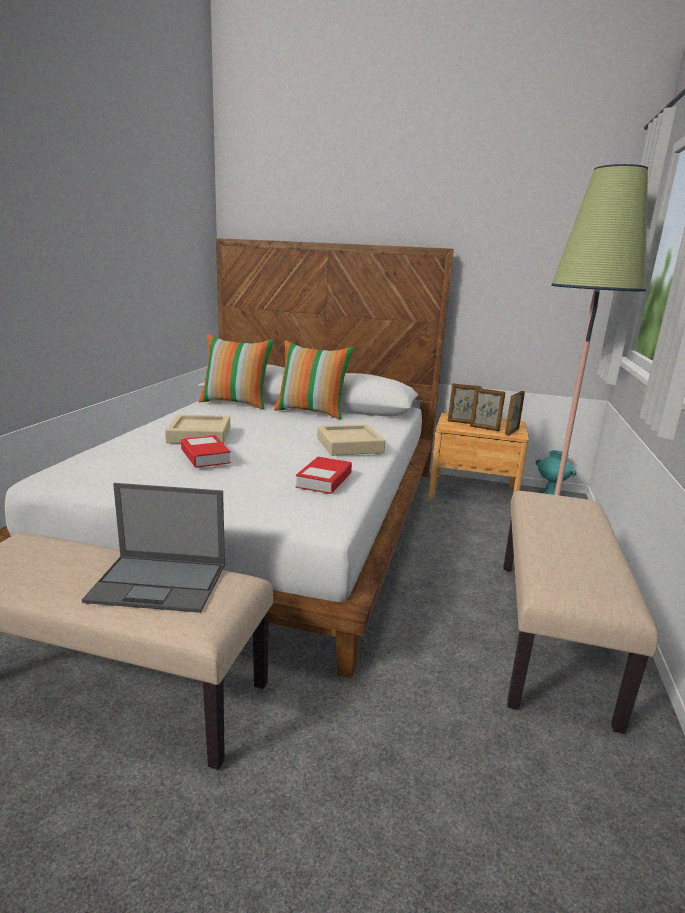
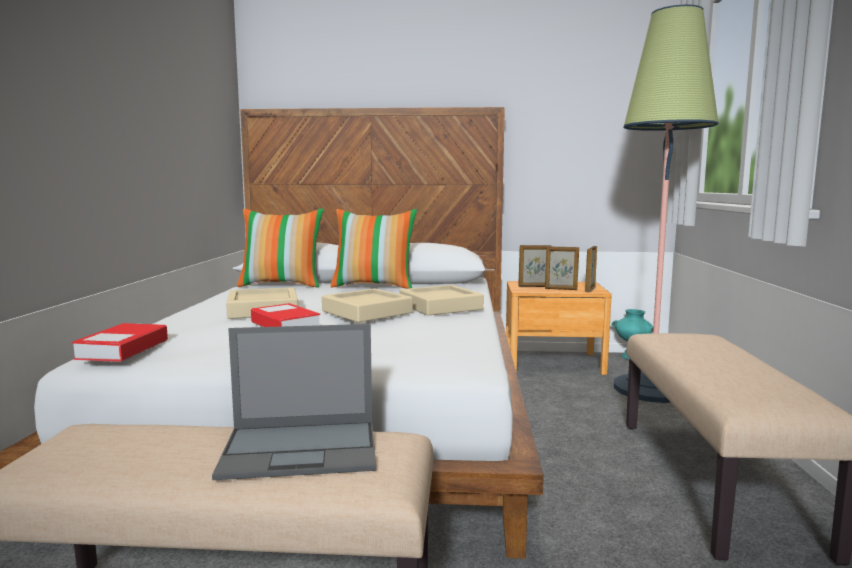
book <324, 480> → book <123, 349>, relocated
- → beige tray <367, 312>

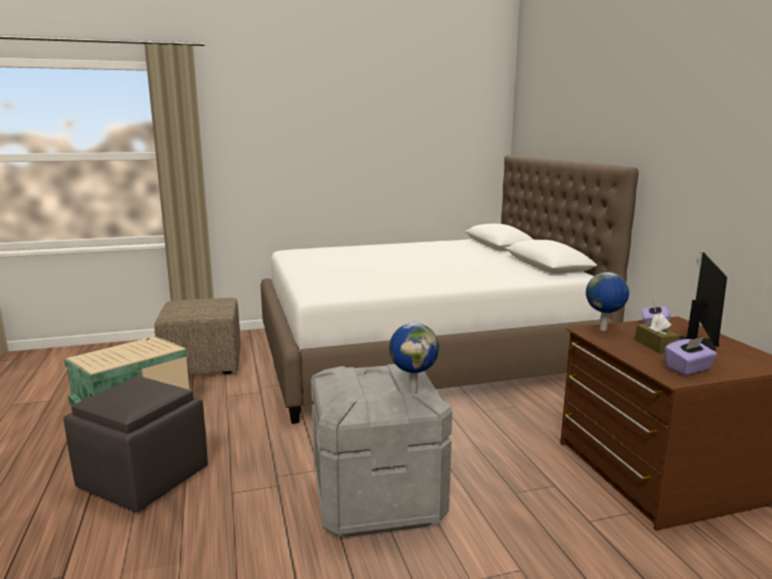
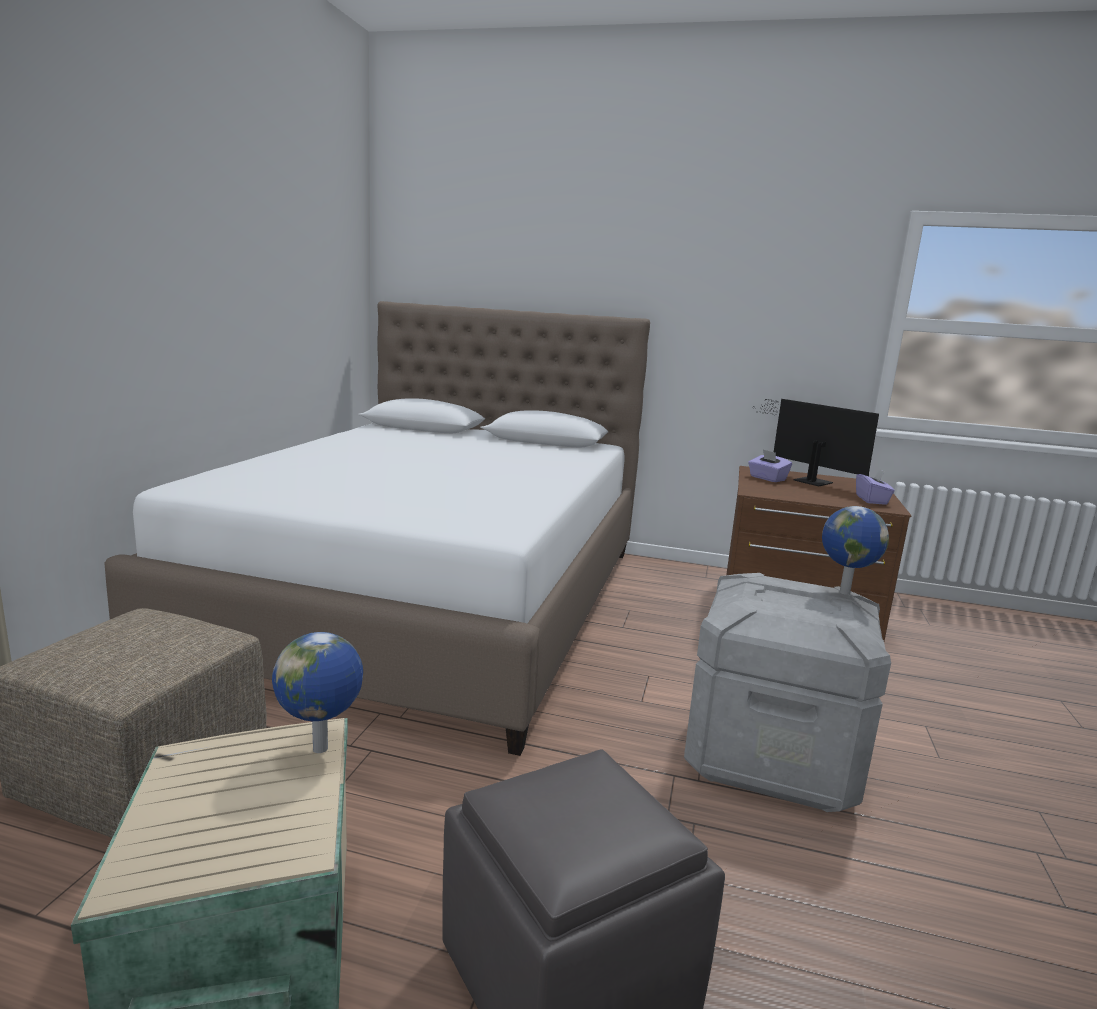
globe <603, 330> → globe <322, 749>, relocated
brown tissue box <655, 345> → -

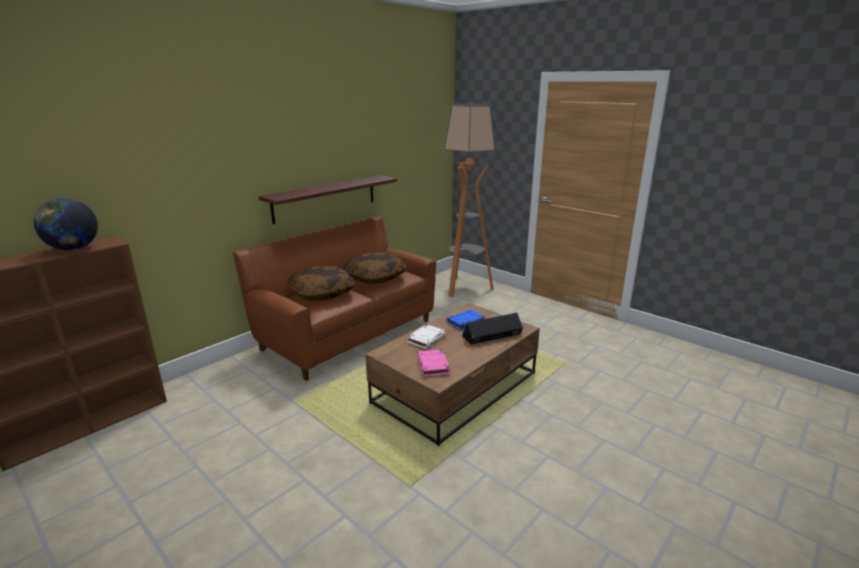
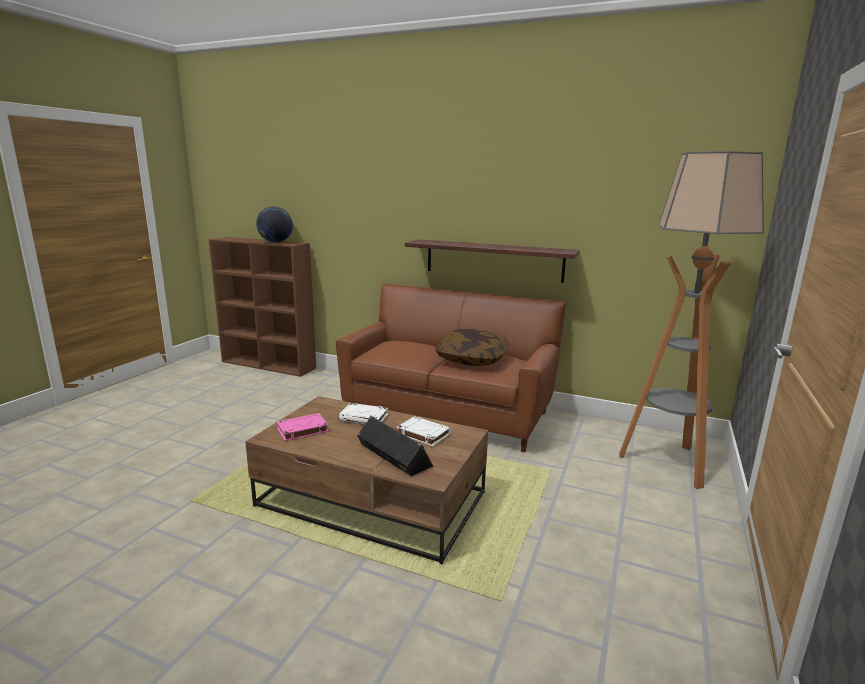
pillow <322, 293> → -
blue book <465, 322> → white book <423, 434>

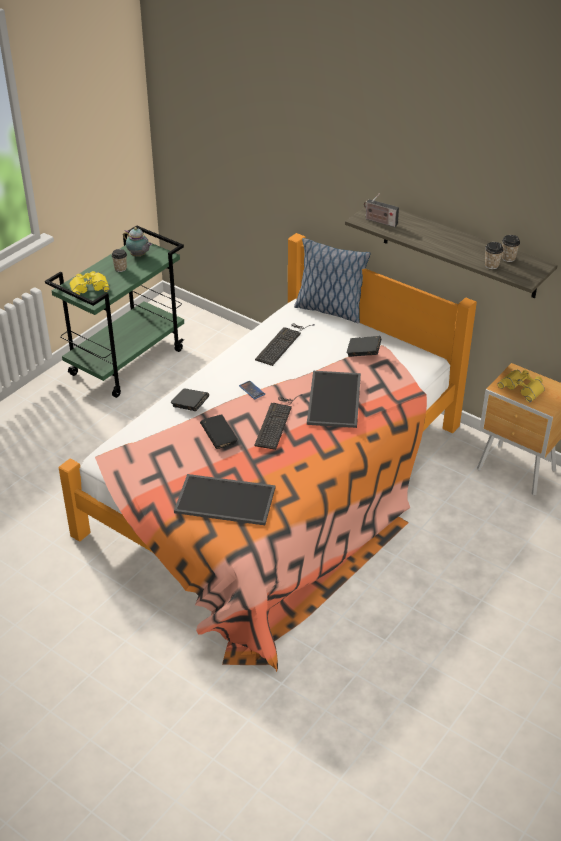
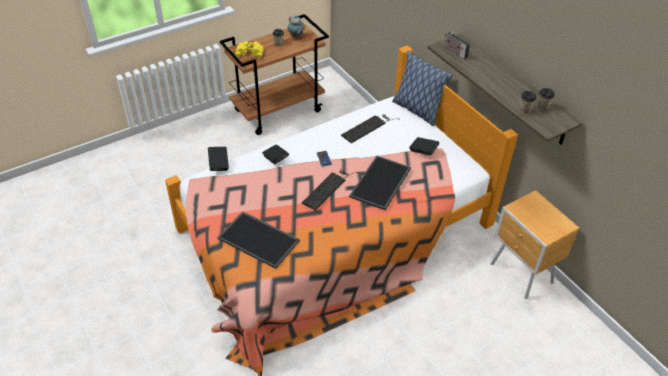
green cart <127, 361> → brown cart <278, 110>
yellow binoculars <523, 387> → -
black book <219, 439> → black book <219, 164>, relocated

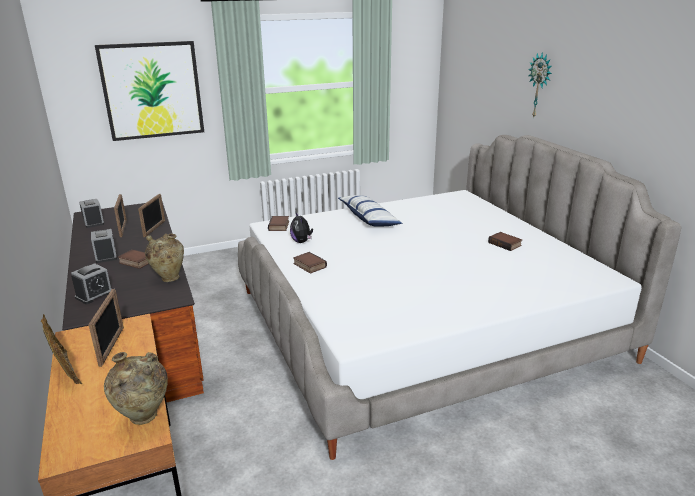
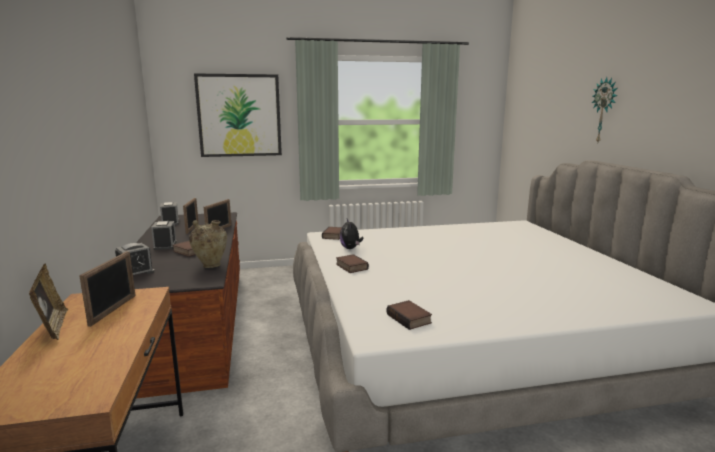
pillow <369, 218> → -
book <505, 244> → book <410, 318>, relocated
beige vase <144, 419> → -

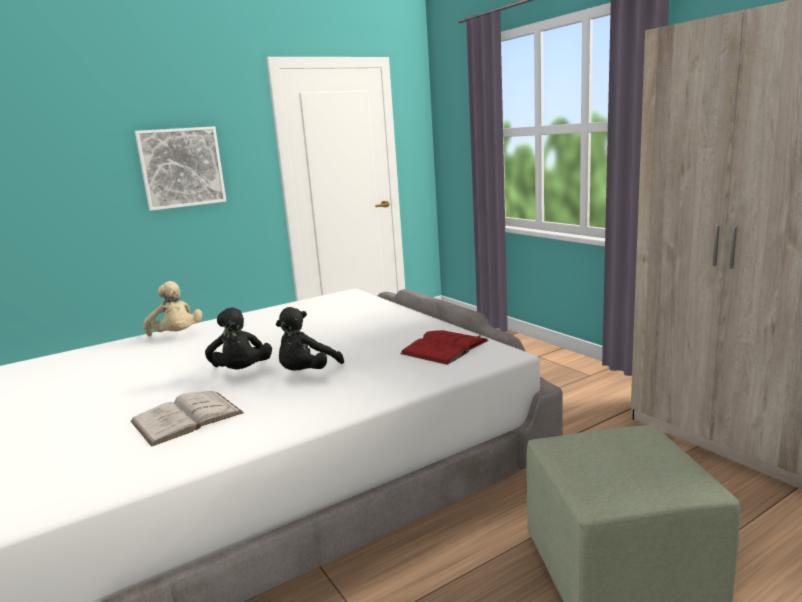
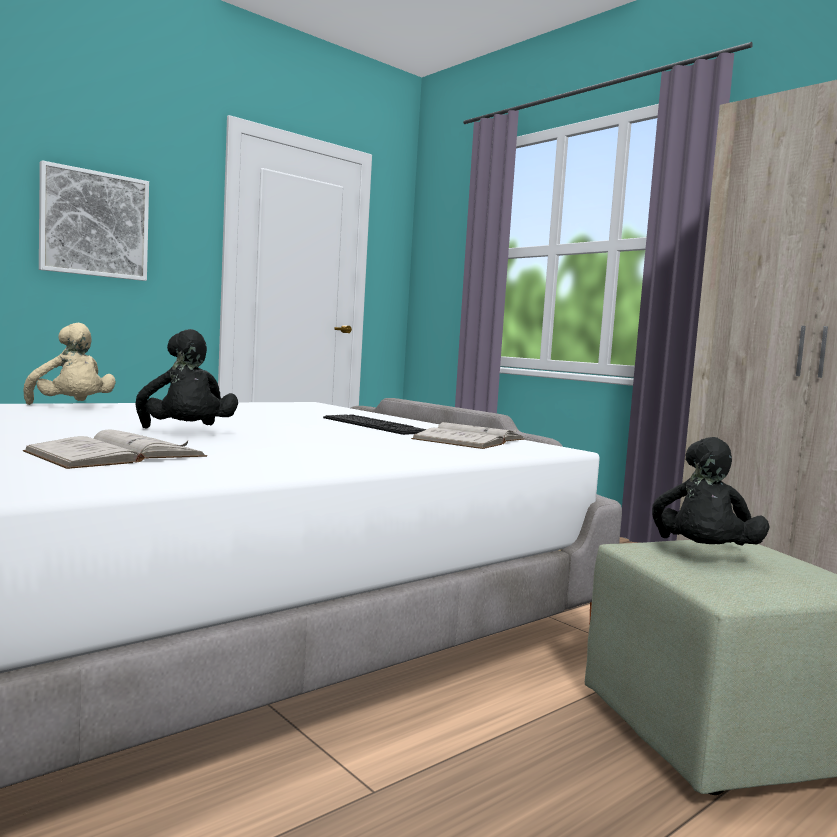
black plush toy <307, 374> → black plush toy <703, 555>, relocated
red book <445, 347> → white book <469, 439>
- → keyboard <375, 425>

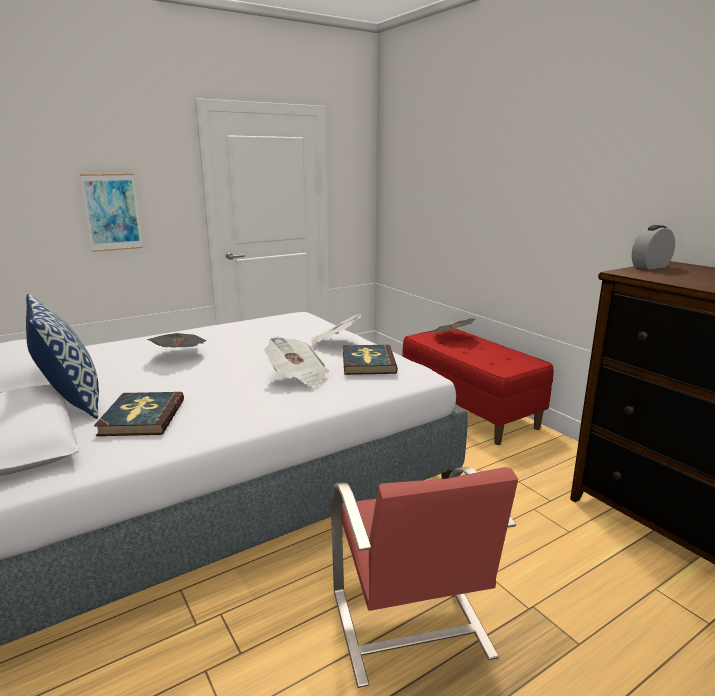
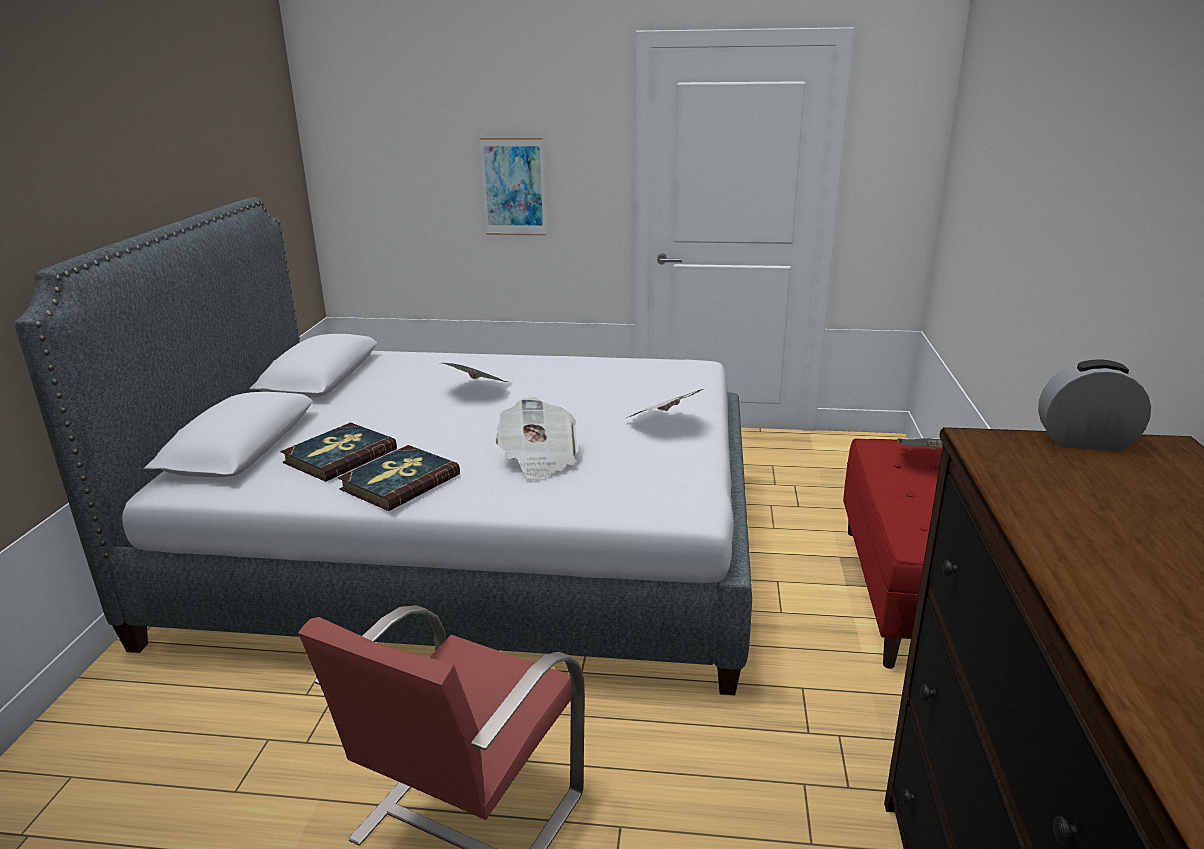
pillow <71, 401> → -
book <368, 363> → book <400, 482>, relocated

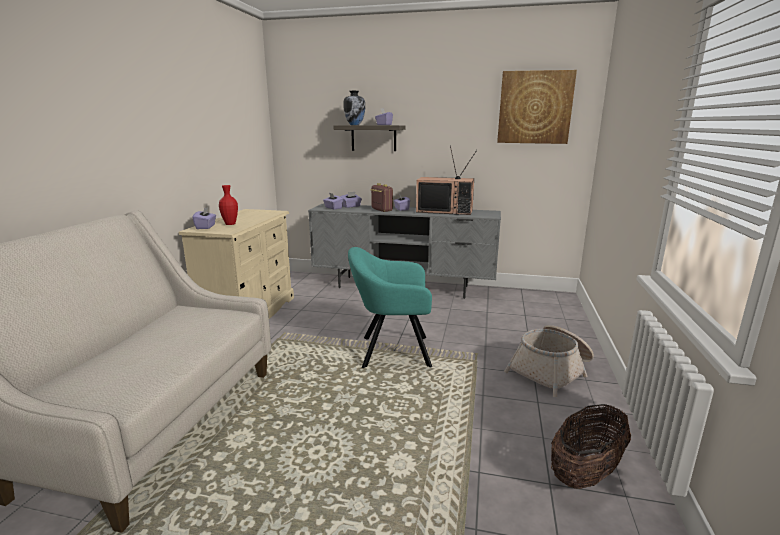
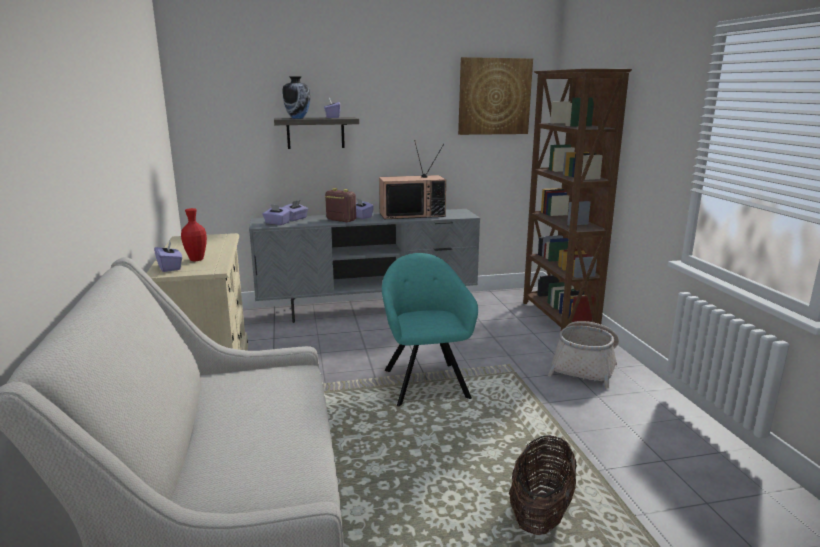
turquoise armchair <391, 351> → turquoise armchair <425, 381>, 105 degrees clockwise
basket <586, 472> → basket <541, 513>, relocated
- → brown bookcase <558, 318>

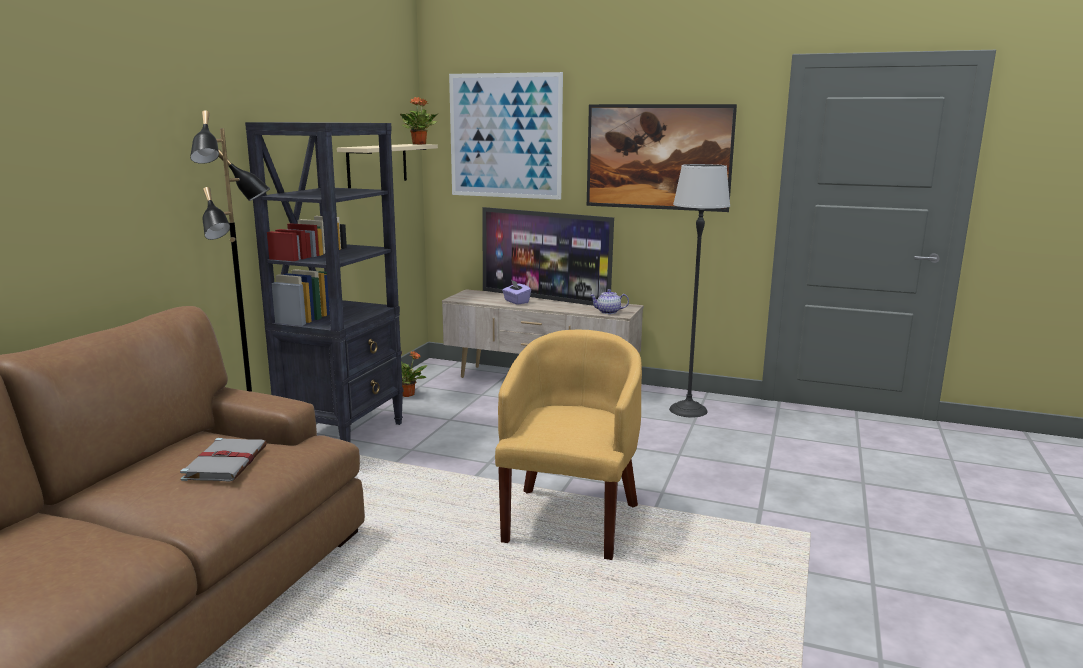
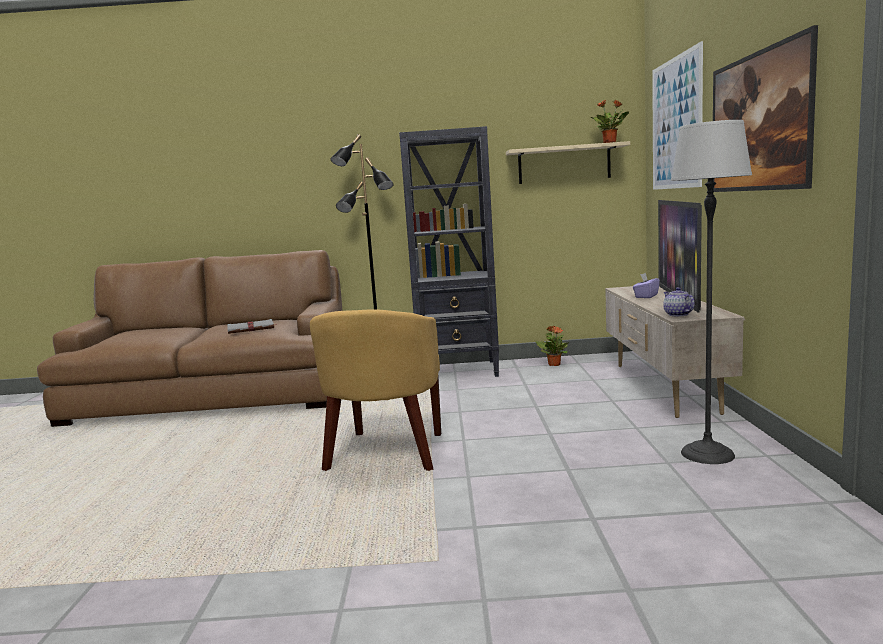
yellow armchair <570, 519> → yellow armchair <386, 454>, 105 degrees clockwise

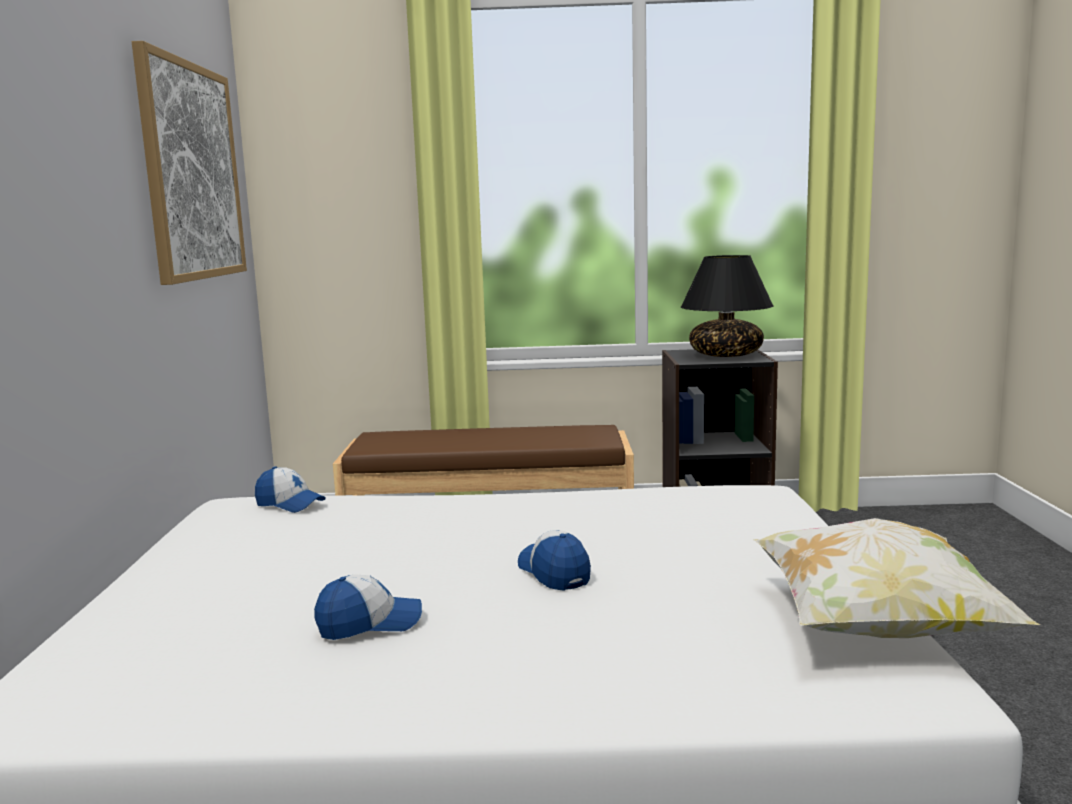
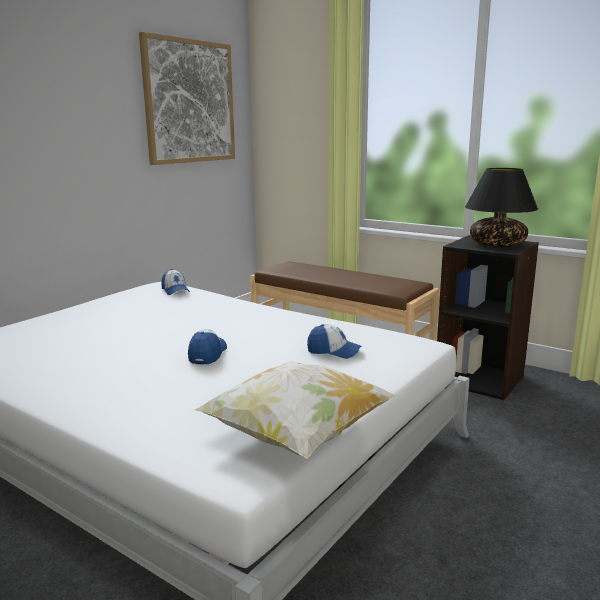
cap <369, 624> → cap <333, 351>, relocated

